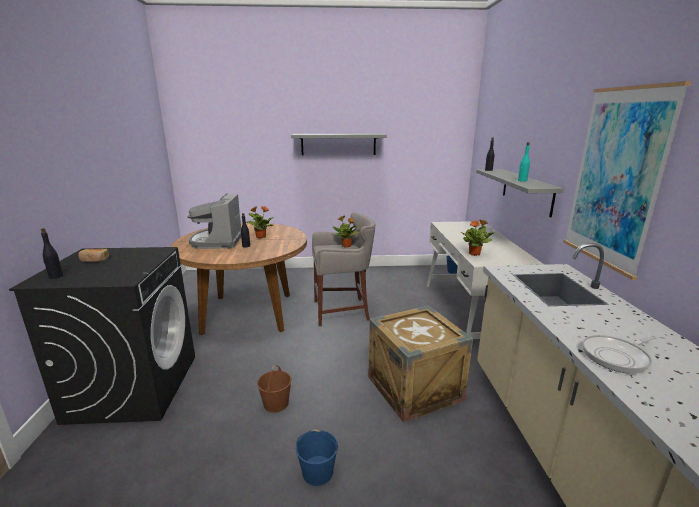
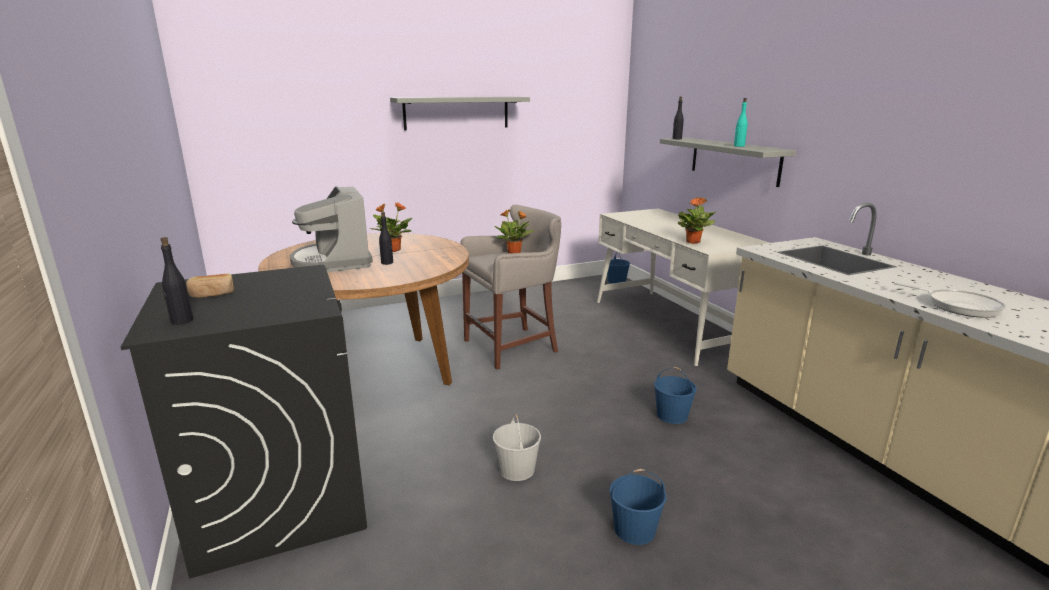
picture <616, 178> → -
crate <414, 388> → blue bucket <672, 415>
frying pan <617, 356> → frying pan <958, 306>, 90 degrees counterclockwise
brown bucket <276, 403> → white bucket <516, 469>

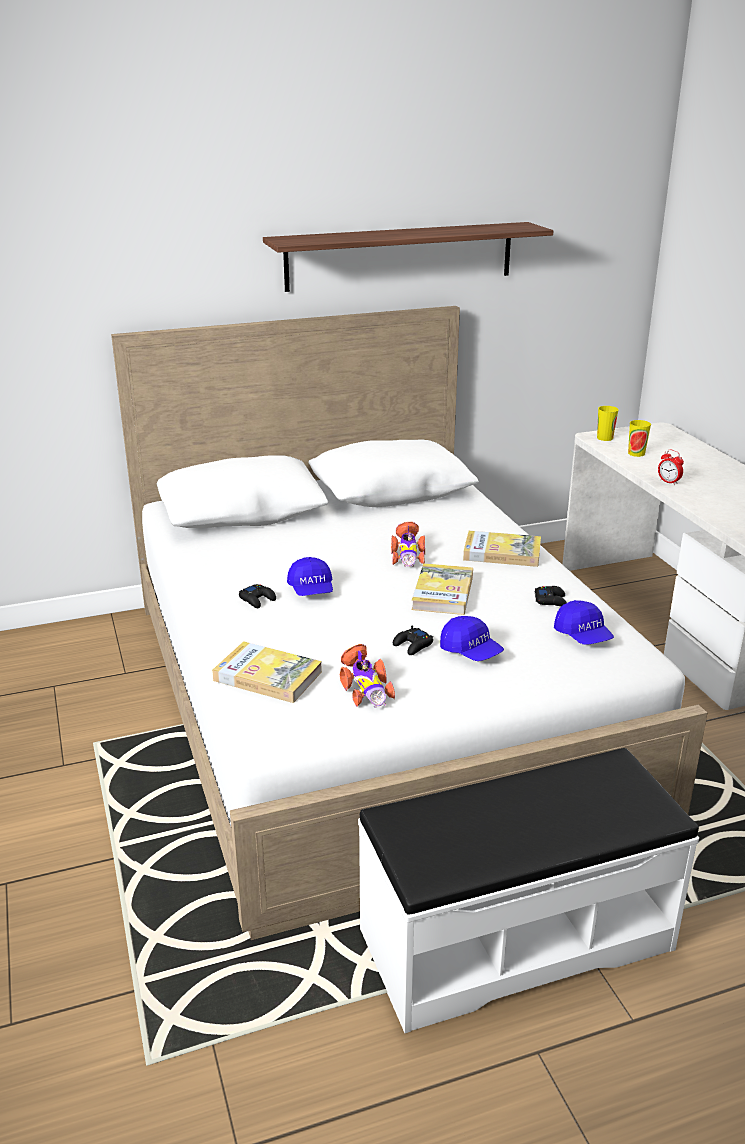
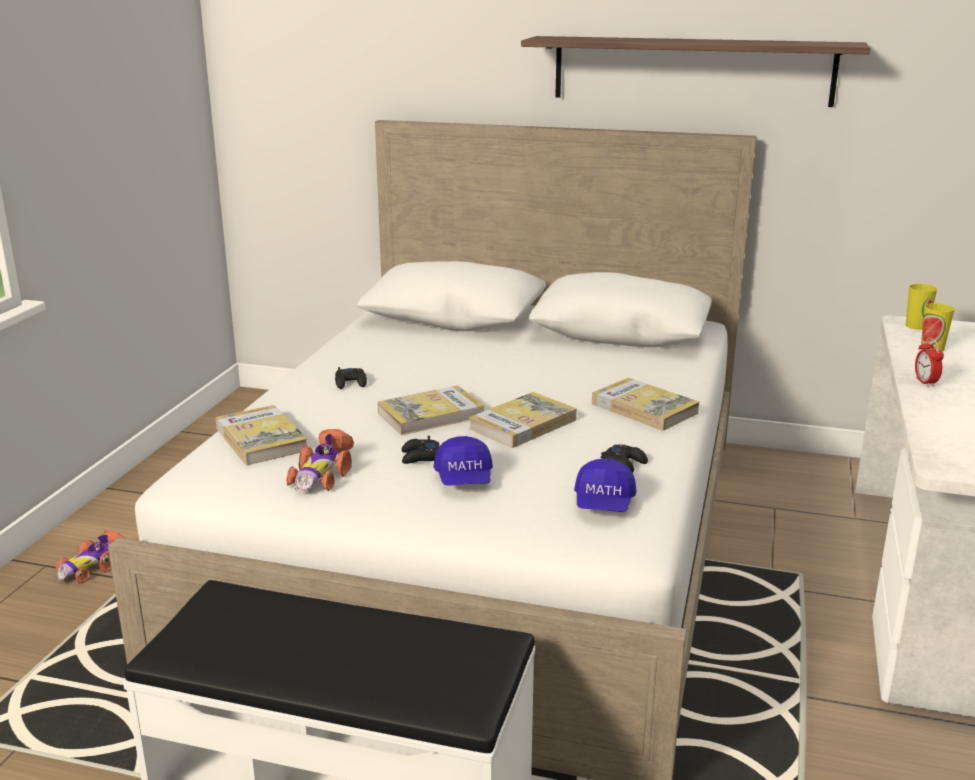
toy car <408, 554> → toy car <93, 566>, relocated
blue cap <311, 590> → -
- → book <431, 415>

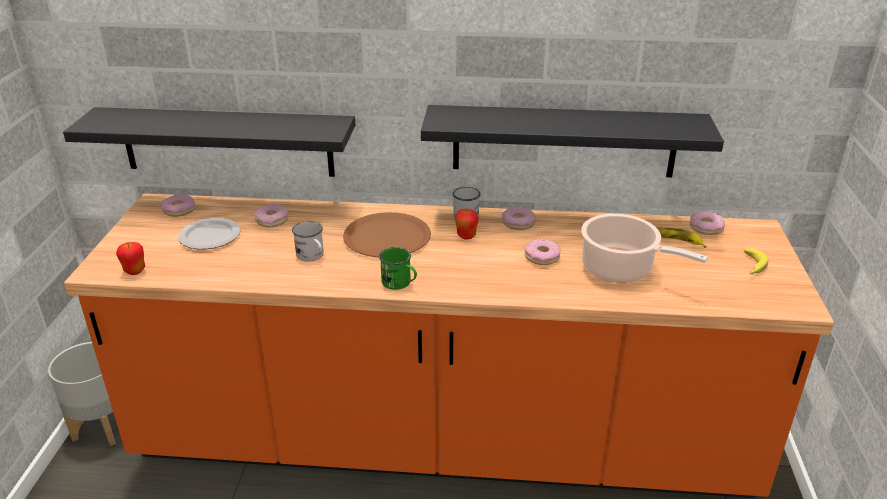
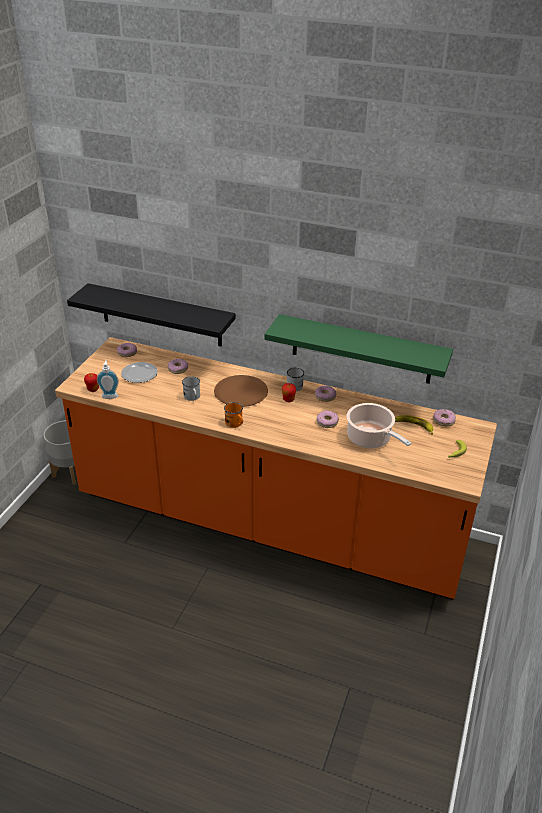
black shelf <564, 141> → green shelf <361, 349>
green mug <400, 283> → orange mug <235, 424>
- → soap dispenser <110, 395>

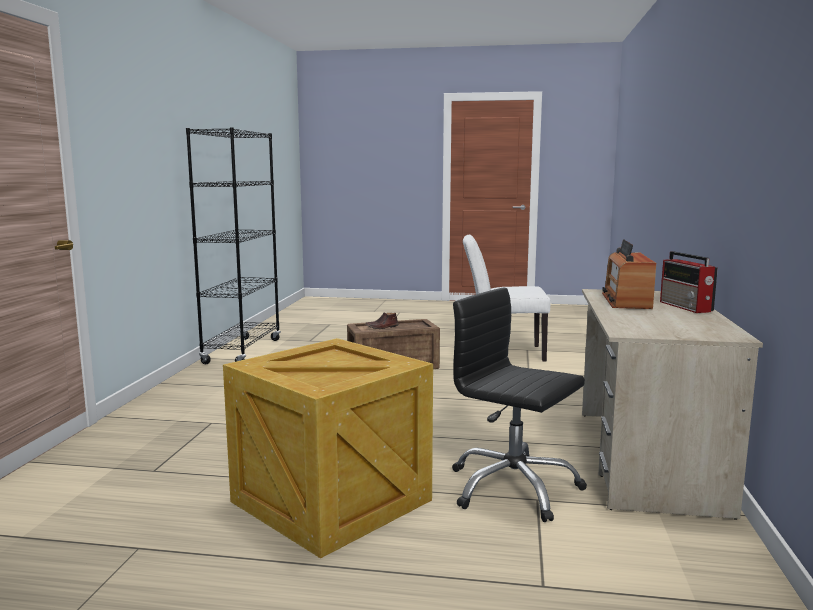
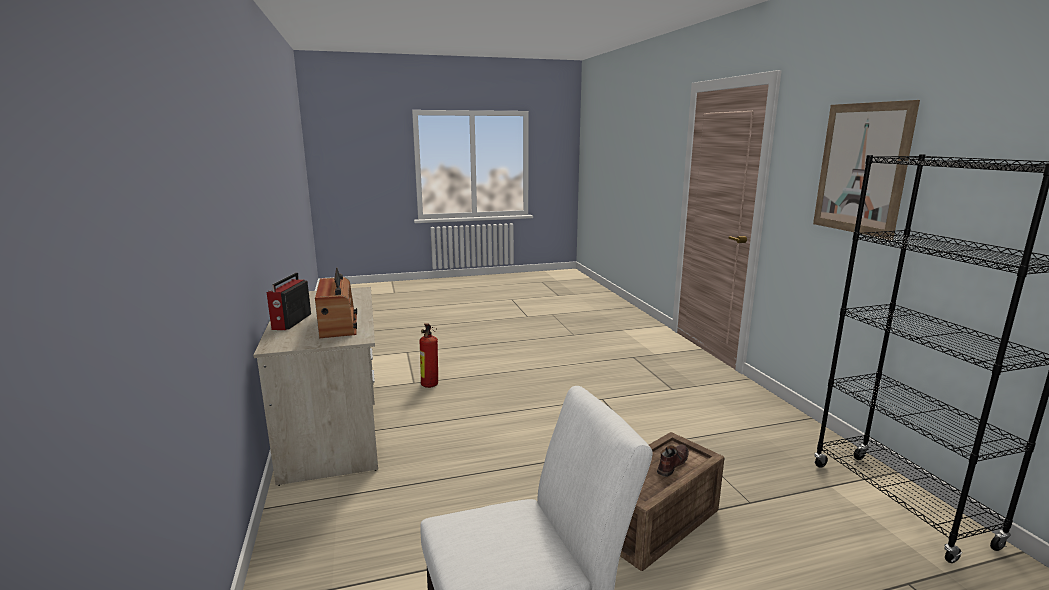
radio <686, 307> → radio <291, 322>, 135 degrees counterclockwise
black office chair <513, 488> → fire extinguisher <429, 386>
crate <328, 501> → -
- → picture <861, 168>

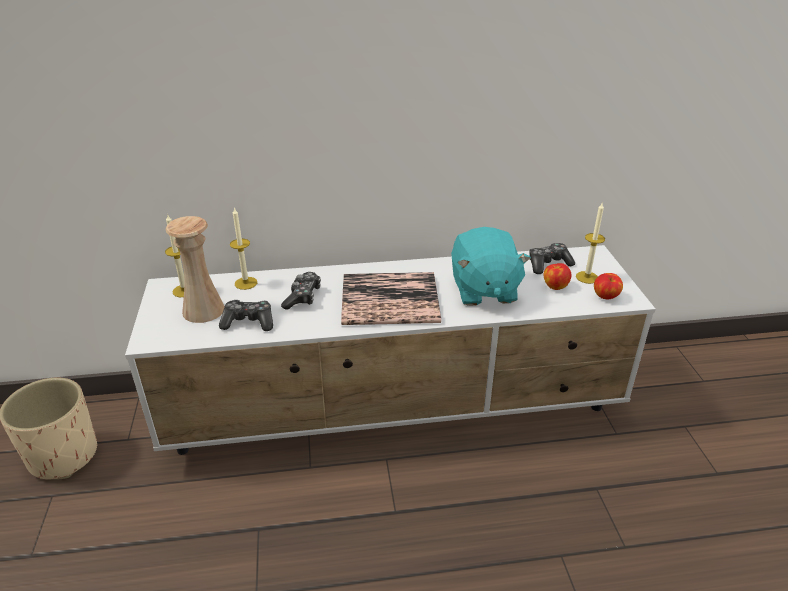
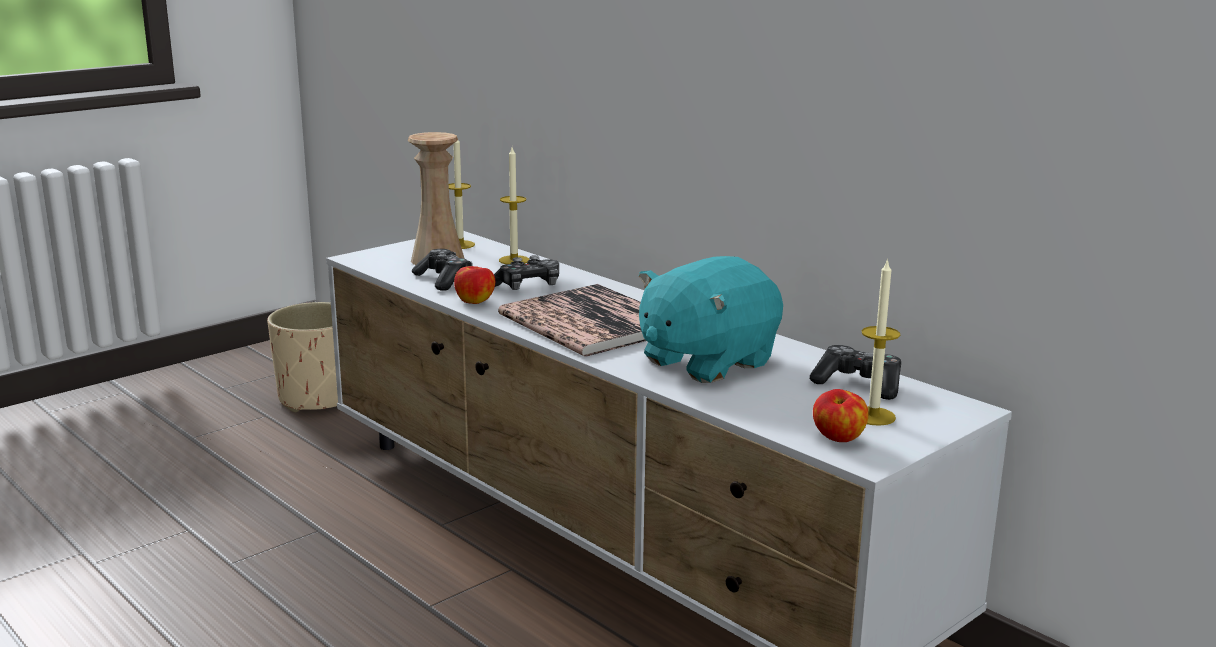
apple <555, 286> → apple <475, 301>, relocated

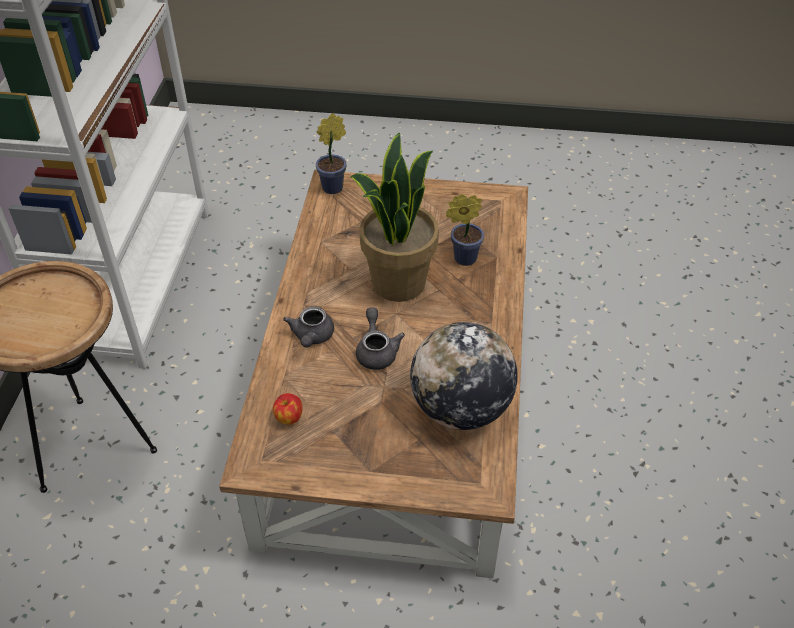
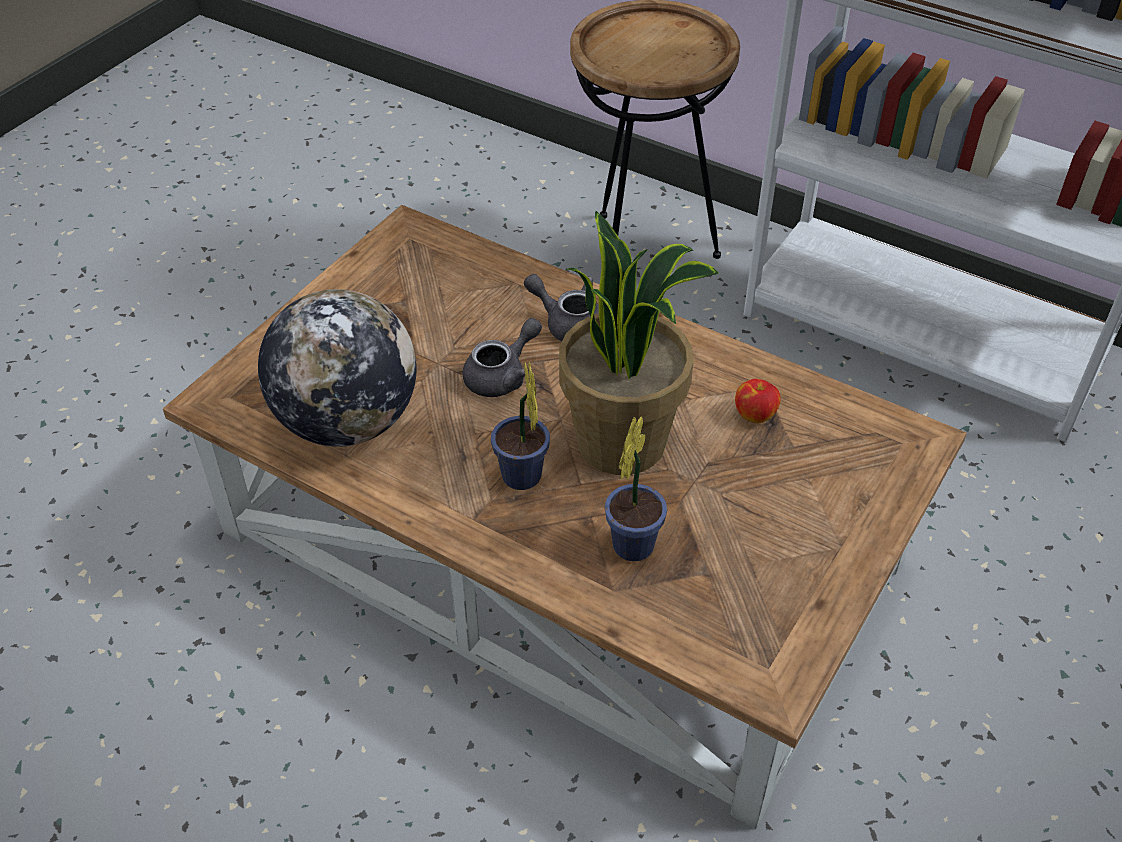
potted plant <335, 187> → potted plant <522, 480>, relocated
grey teapot <376, 351> → grey teapot <502, 376>, 60 degrees counterclockwise
apple <288, 418> → apple <755, 414>, relocated

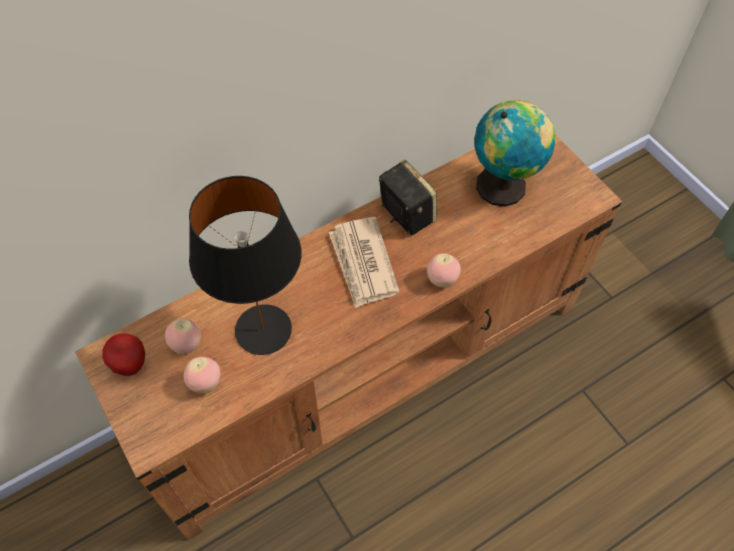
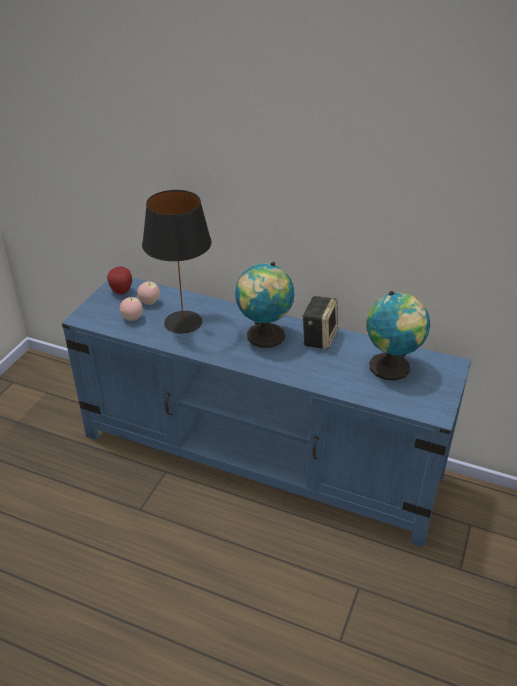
brown tv stand <367, 369> → blue tv stand <260, 456>
newspaper <363, 264> → globe <264, 337>
apple <442, 280> → -

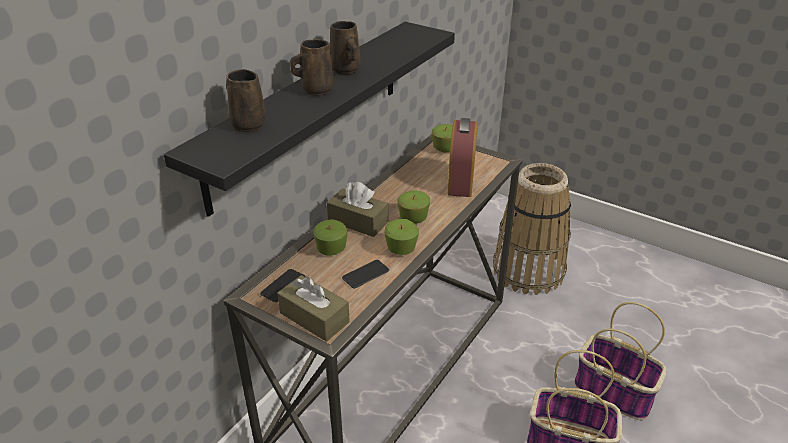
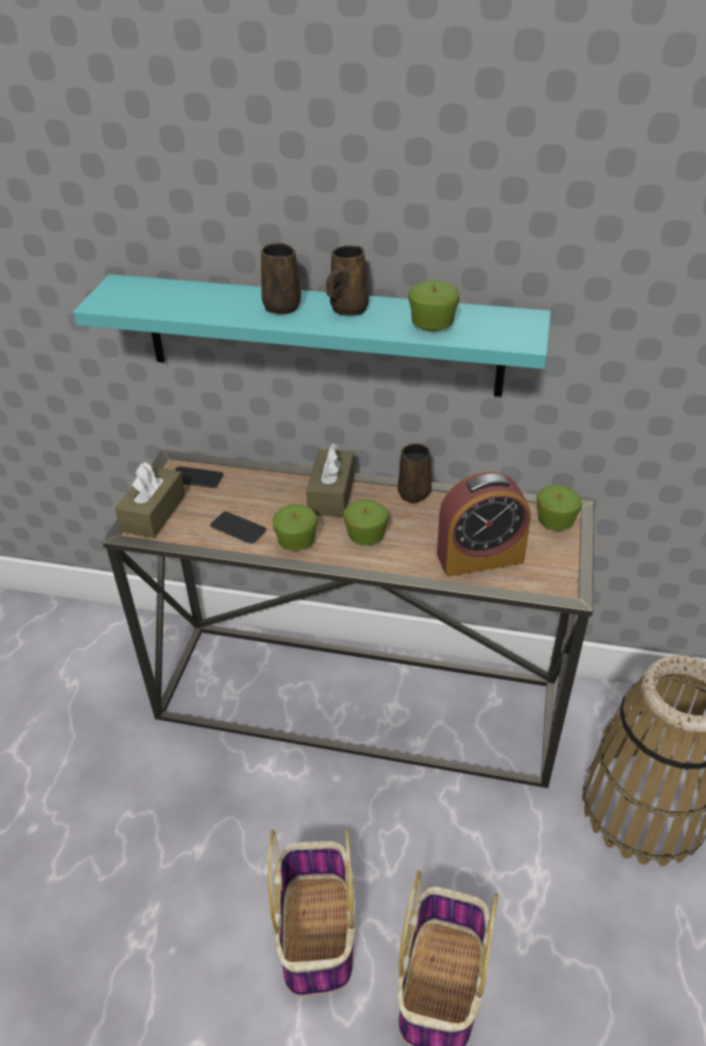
black shelf <309, 111> → turquoise shelf <322, 335>
brown mug <247, 124> → brown mug <415, 492>, relocated
apple <331, 249> → apple <432, 325>, relocated

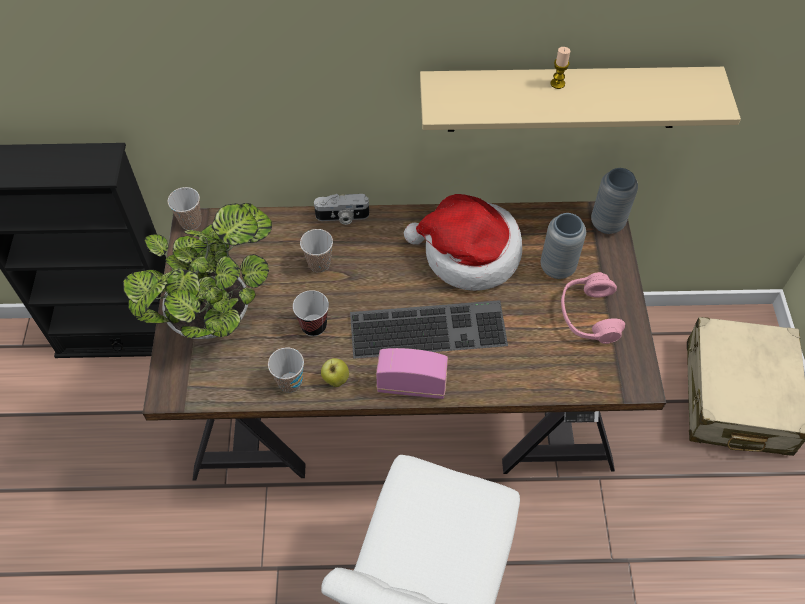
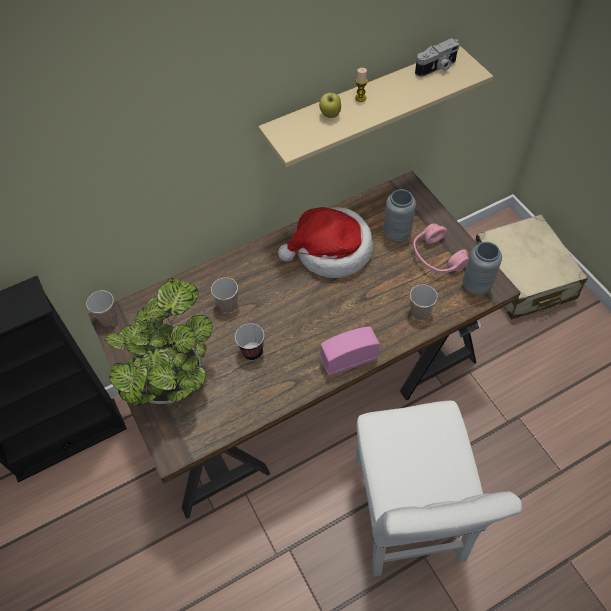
grey vase <607, 223> → grey vase <476, 286>, relocated
photo camera <342, 217> → photo camera <437, 68>, relocated
keyboard <429, 327> → -
cup <290, 382> → cup <420, 312>, relocated
apple <335, 379> → apple <330, 115>, relocated

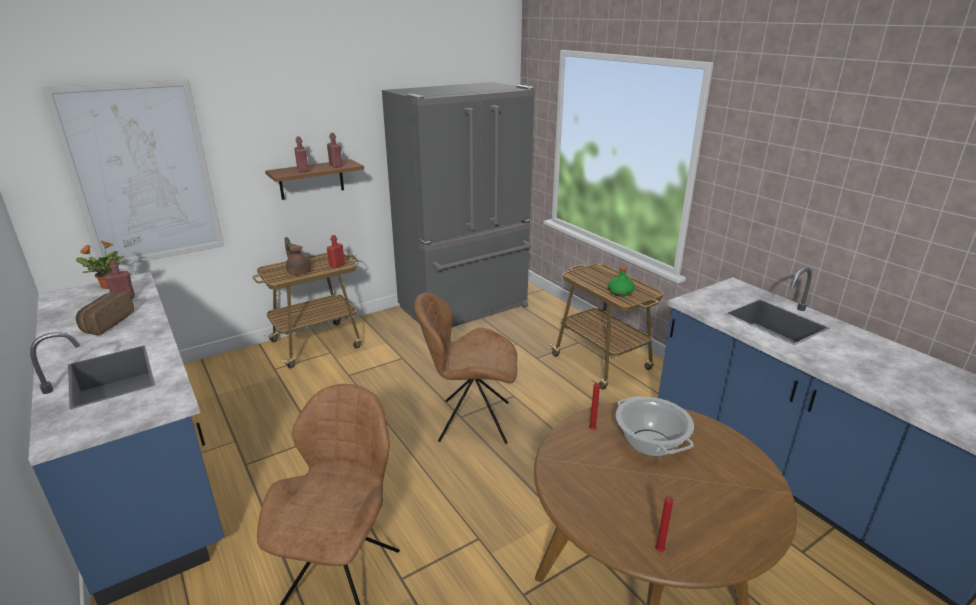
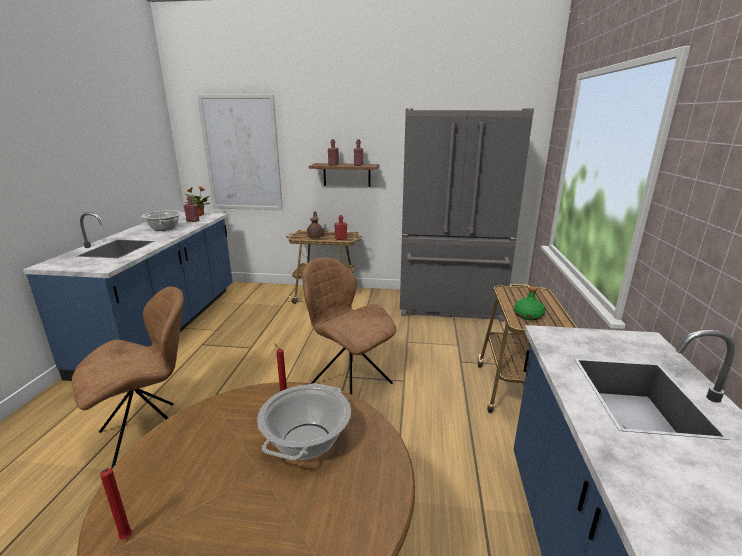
bread <106, 323> → cooking pot <164, 228>

